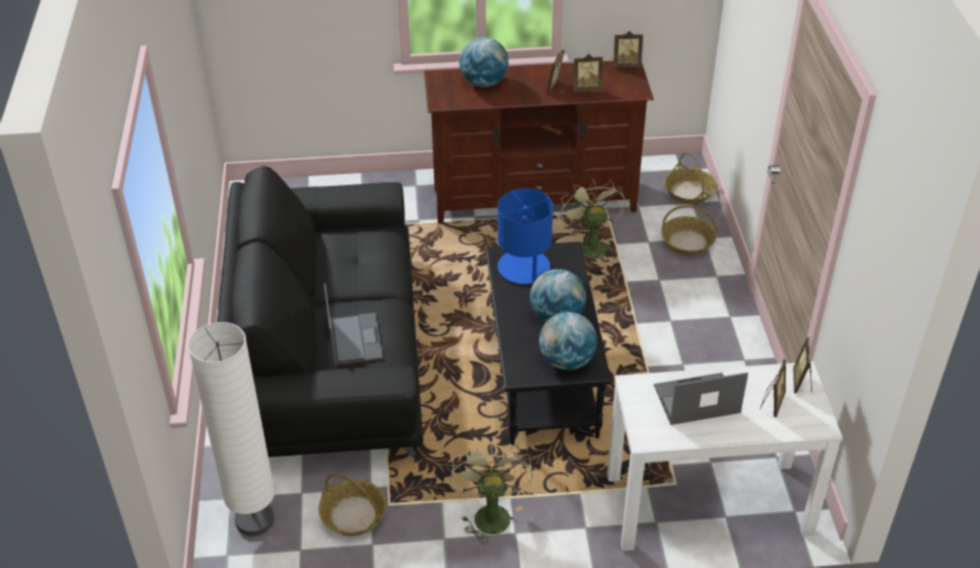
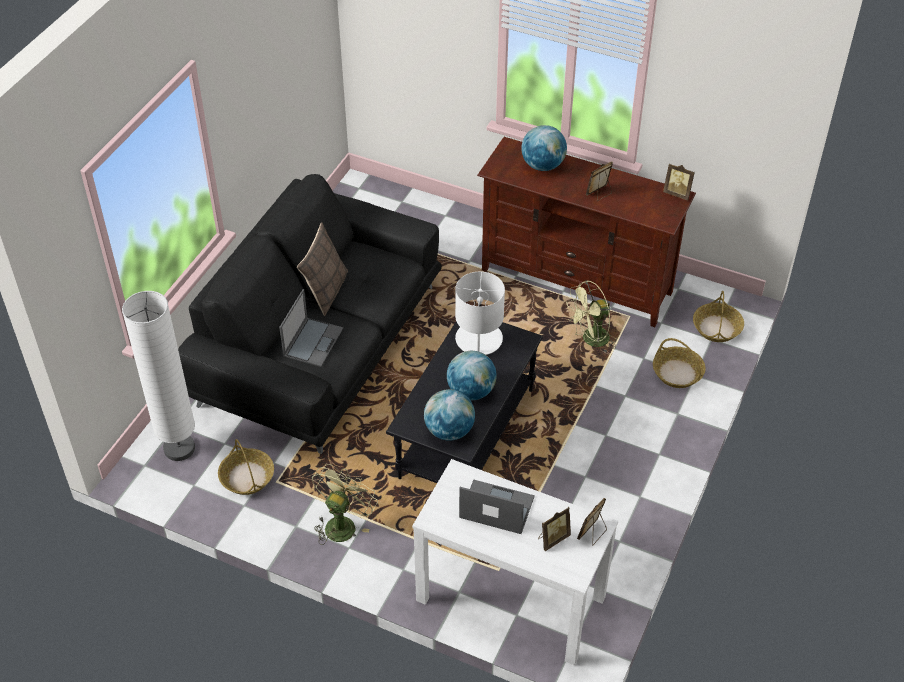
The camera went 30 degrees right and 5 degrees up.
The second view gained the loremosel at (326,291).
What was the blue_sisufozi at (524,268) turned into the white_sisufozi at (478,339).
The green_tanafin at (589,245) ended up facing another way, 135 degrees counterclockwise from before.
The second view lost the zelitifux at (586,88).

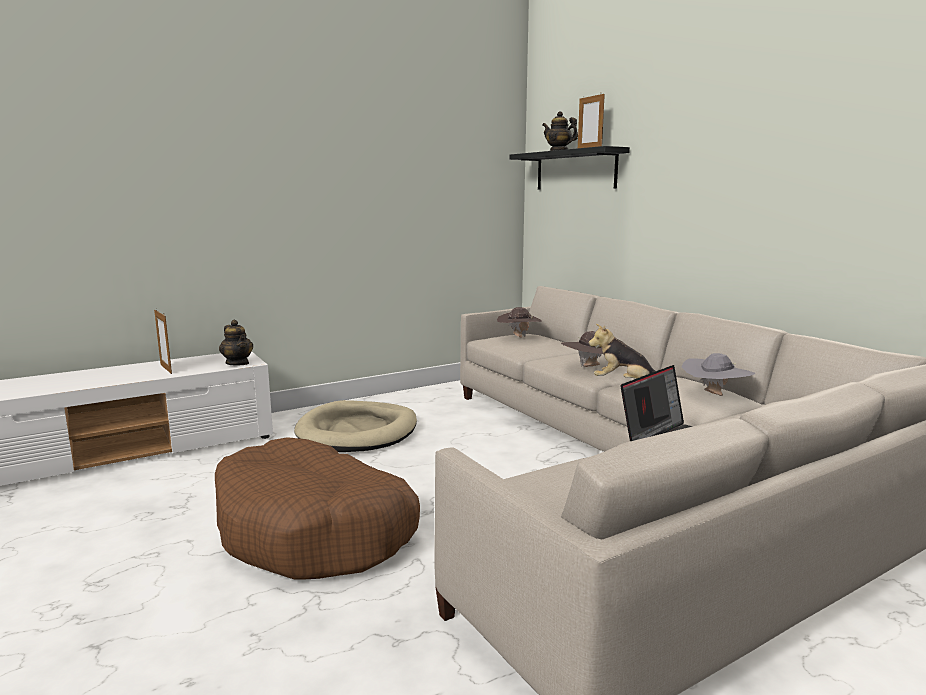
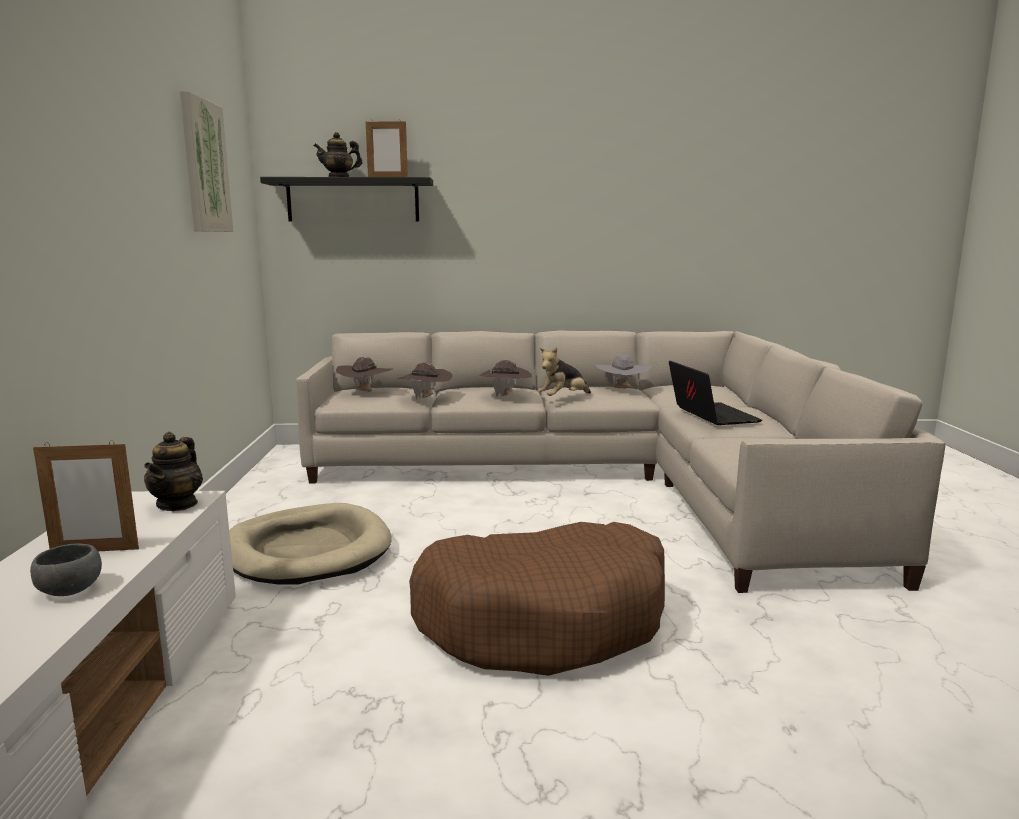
The camera went 60 degrees left and 0 degrees up.
The second view gained the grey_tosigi at (69,590).
The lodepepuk at (237,363) ended up facing another way, 105 degrees clockwise from before.
The second view gained the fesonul at (204,167).
The second view gained the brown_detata at (425,399).

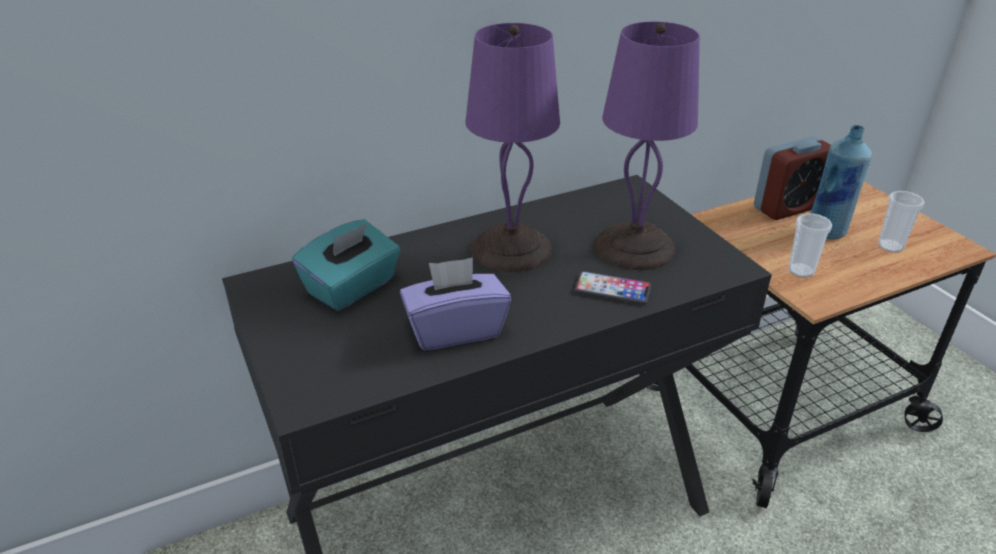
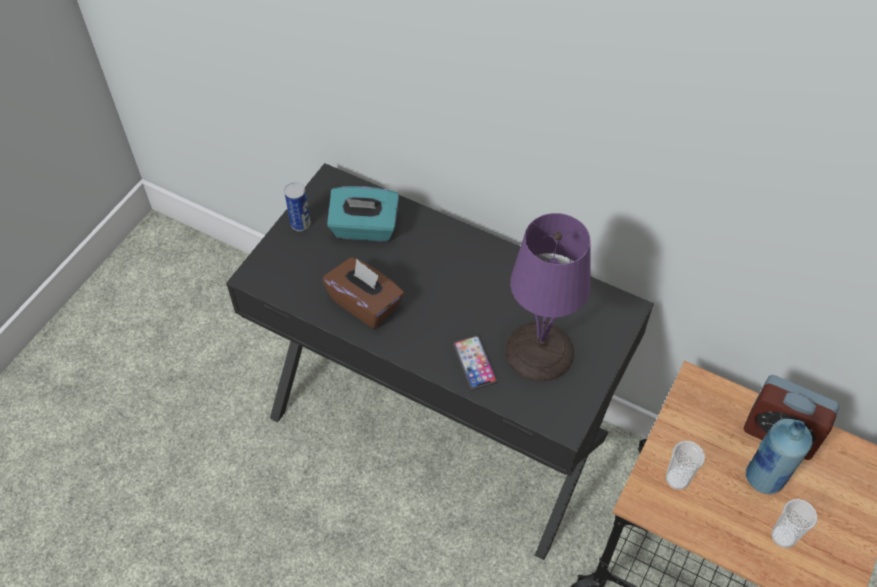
The camera went 55 degrees right and 20 degrees up.
The second view gained the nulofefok at (300,224).
What was the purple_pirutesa at (455,329) turned into the brown_pirutesa at (365,303).
The second view lost the purple_sisufozi at (513,248).

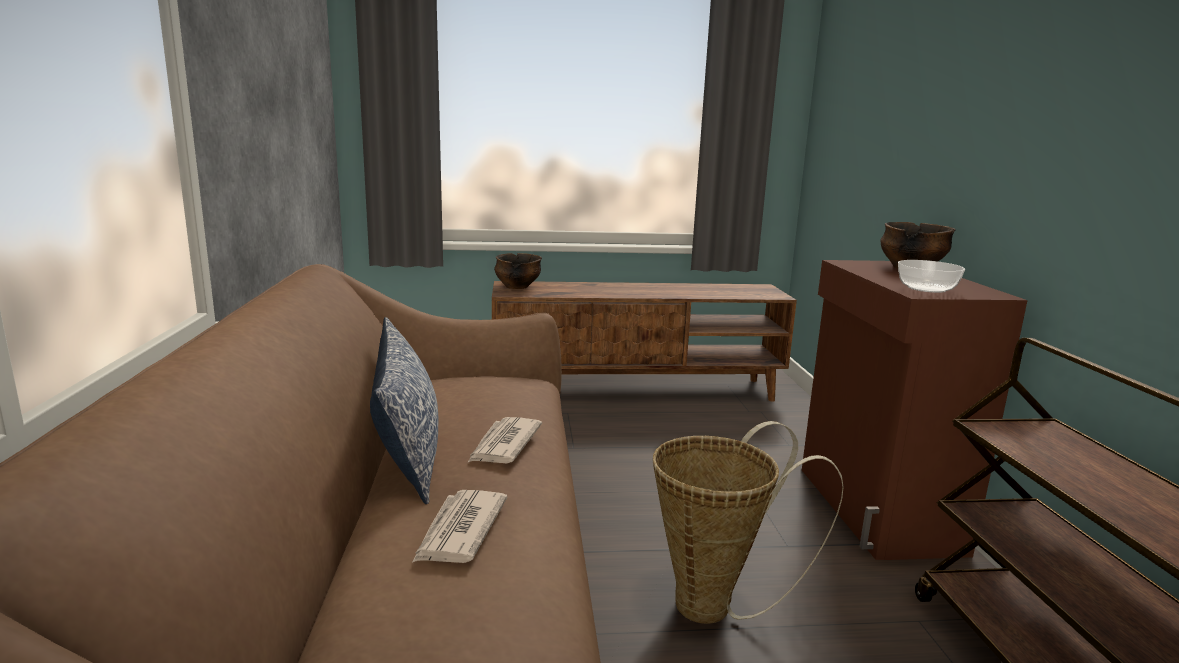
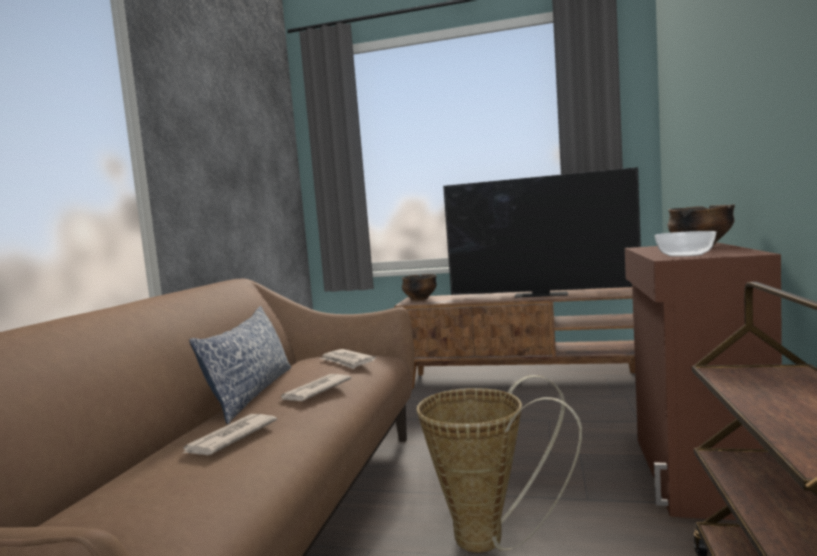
The camera went 20 degrees right and 10 degrees down.
The second view gained the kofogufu at (347,361).
The second view gained the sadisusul at (542,294).

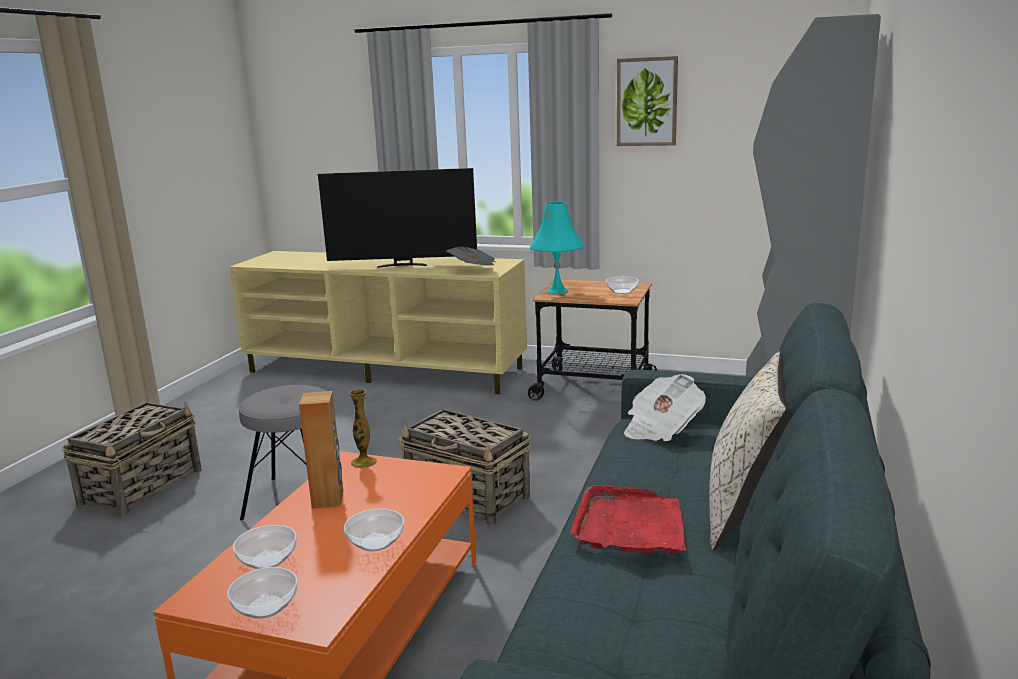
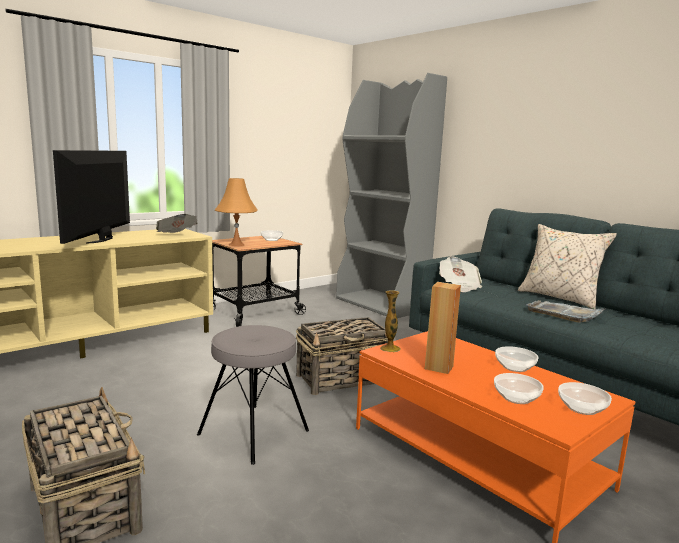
The camera went 60 degrees left and 5 degrees down.
The sadisusul at (403,265) ended up facing another way, 150 degrees clockwise from before.
What was the turquoise_sisufozi at (557,291) turned into the orange_sisufozi at (236,244).
What was the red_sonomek at (630,526) turned into the grey_sonomek at (564,313).
The second view lost the fesonul at (647,102).

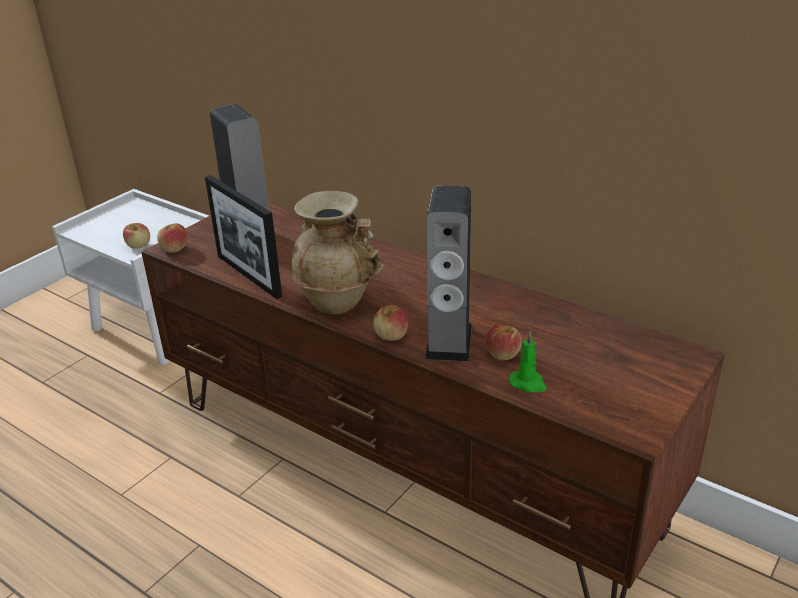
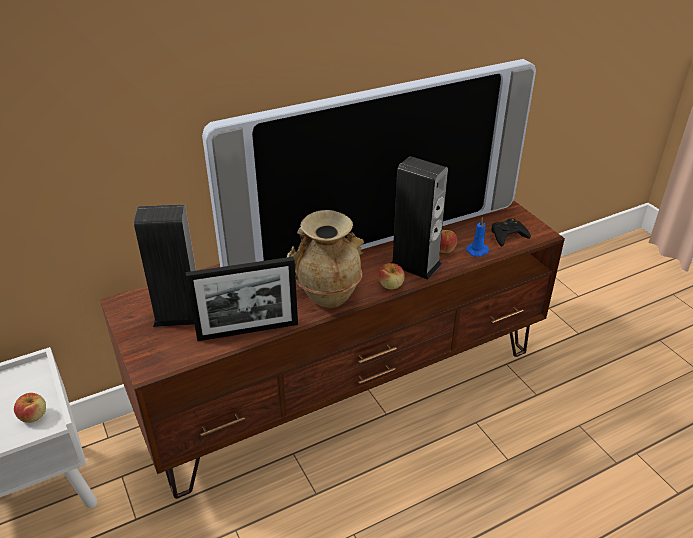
The camera went 65 degrees left and 5 degrees up.
The second view gained the sadisusul at (373,235).
What was the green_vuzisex at (528,383) turned into the blue_vuzisex at (478,251).
The second view gained the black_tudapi at (508,235).
The second view lost the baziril at (174,249).

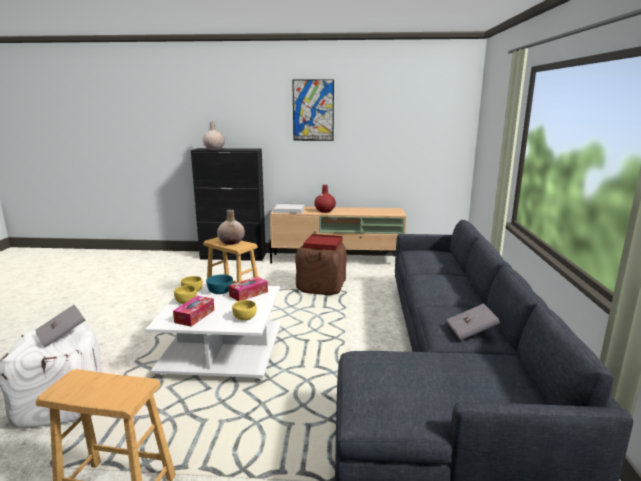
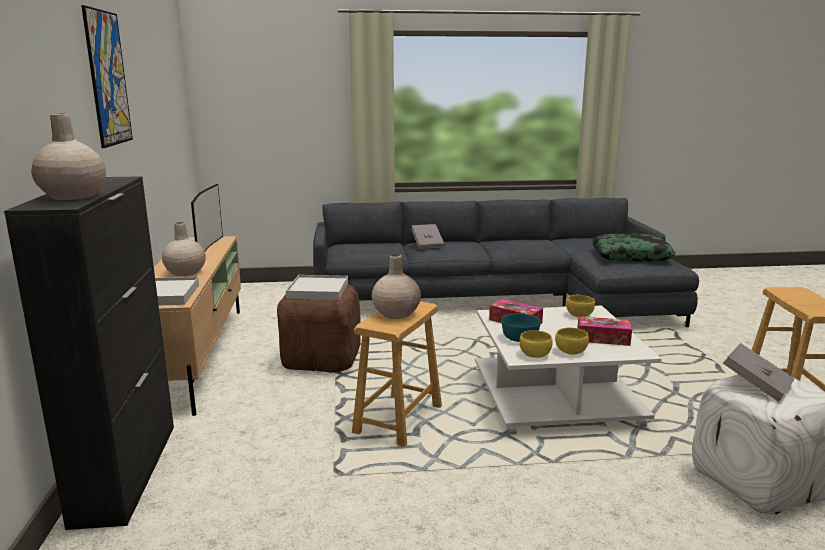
The camera went 100 degrees left and 0 degrees up.
What was the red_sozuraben at (324,211) turned into the beige_sozuraben at (185,272).
The second view gained the sadisusul at (206,249).
What was the red_sonomek at (323,244) turned into the white_sonomek at (318,290).
The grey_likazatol ended up elsewhere, having gone from (471,332) to (427,245).
The second view gained the loremosel at (631,256).

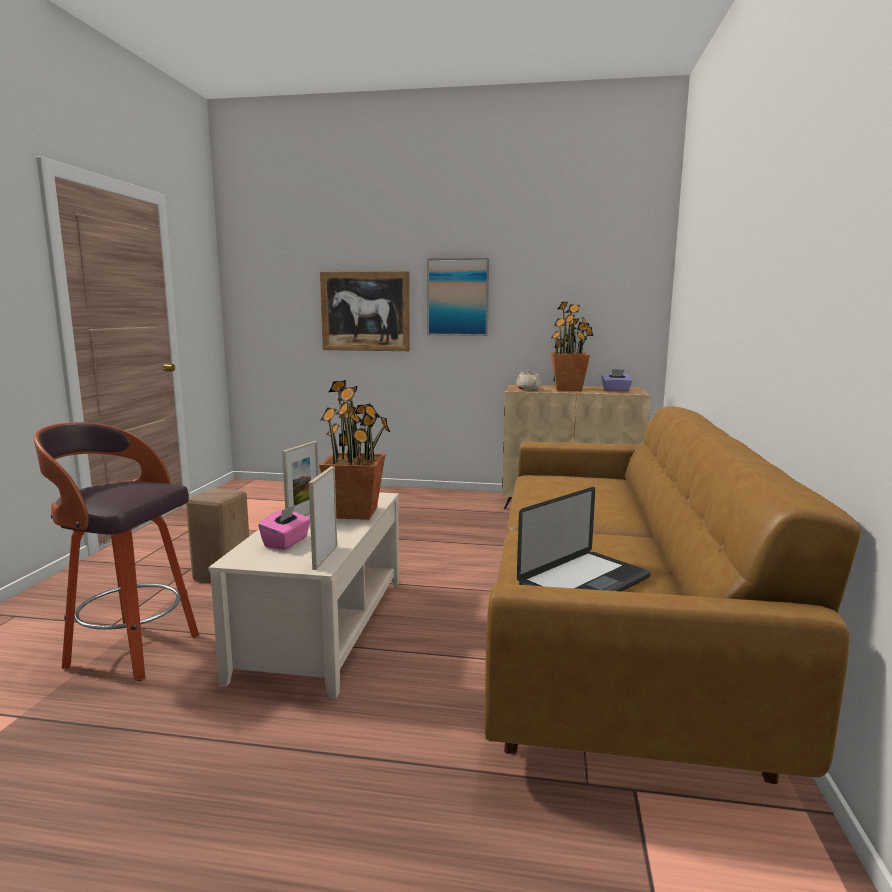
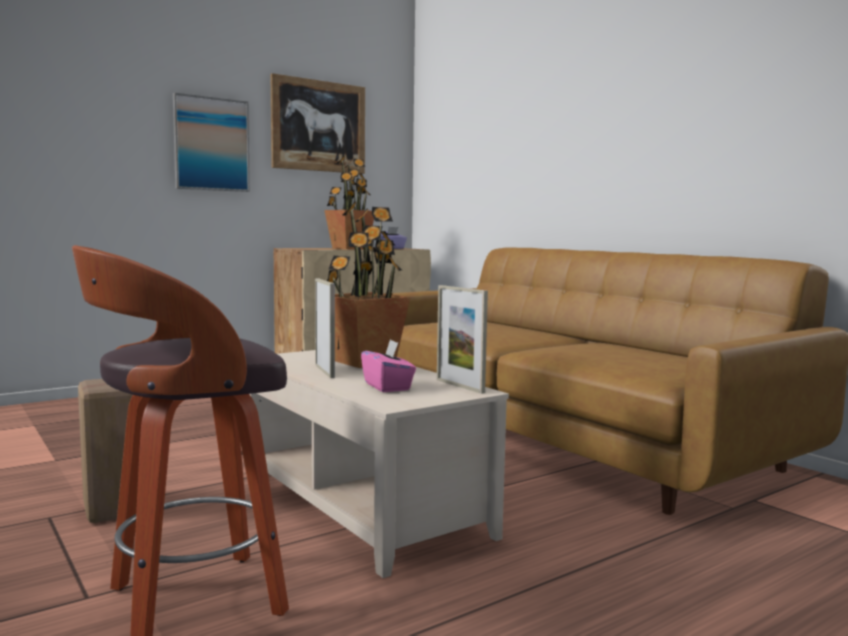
The camera went 45 degrees left and 5 degrees down.
The fesonul ended up elsewhere, having gone from (365,311) to (319,126).
The second view lost the beige_lodepepuk at (528,389).
The second view lost the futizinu at (584,582).

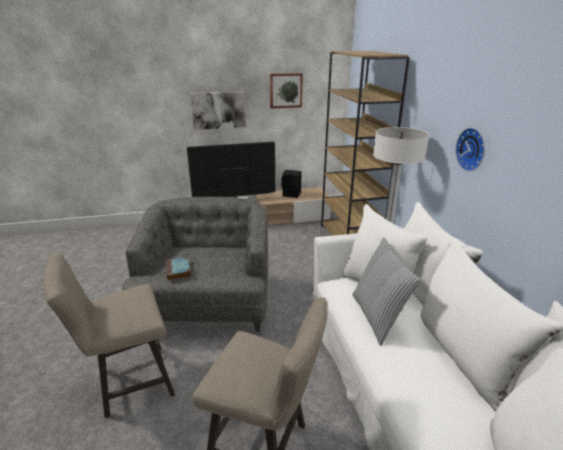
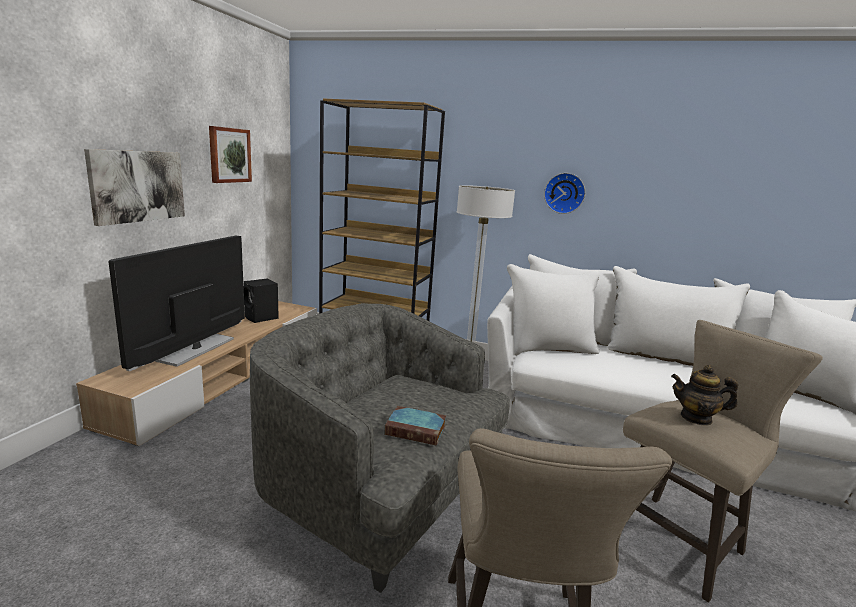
The camera went 60 degrees left and 10 degrees down.
The second view gained the lodepepuk at (696,418).
The second view lost the loremosel at (378,317).

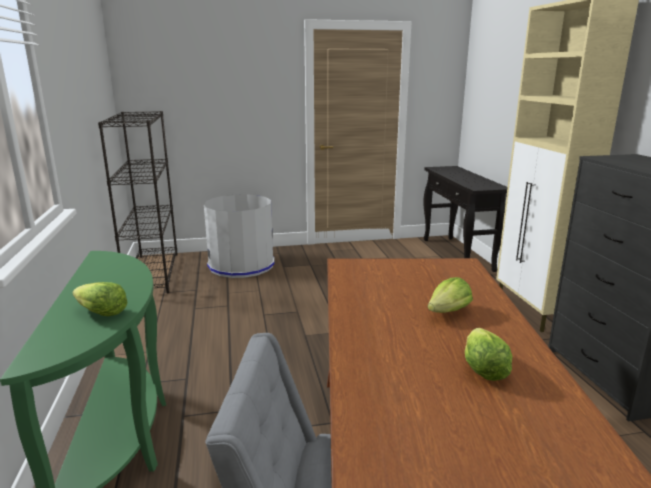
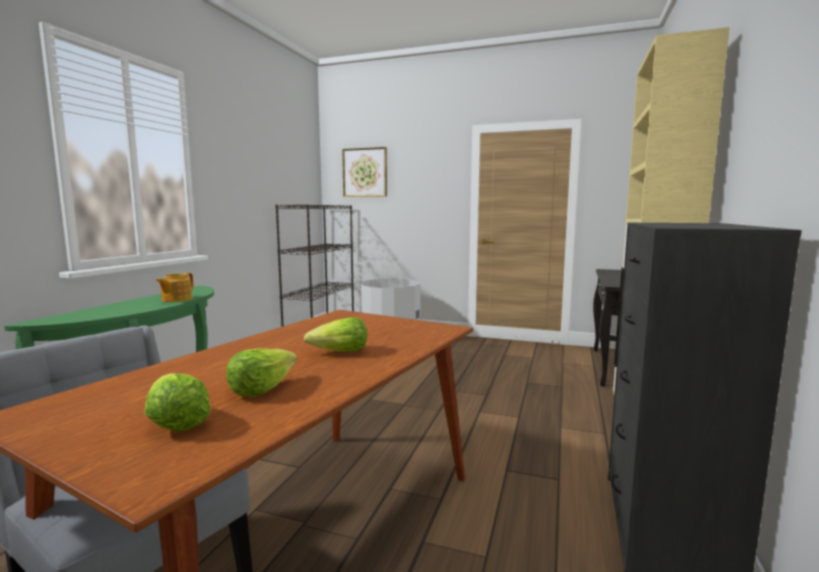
The camera went 30 degrees right and 10 degrees down.
The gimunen ended up elsewhere, having gone from (101,313) to (176,422).
The second view gained the lodepepuk at (176,299).
The second view gained the fesonul at (365,172).

